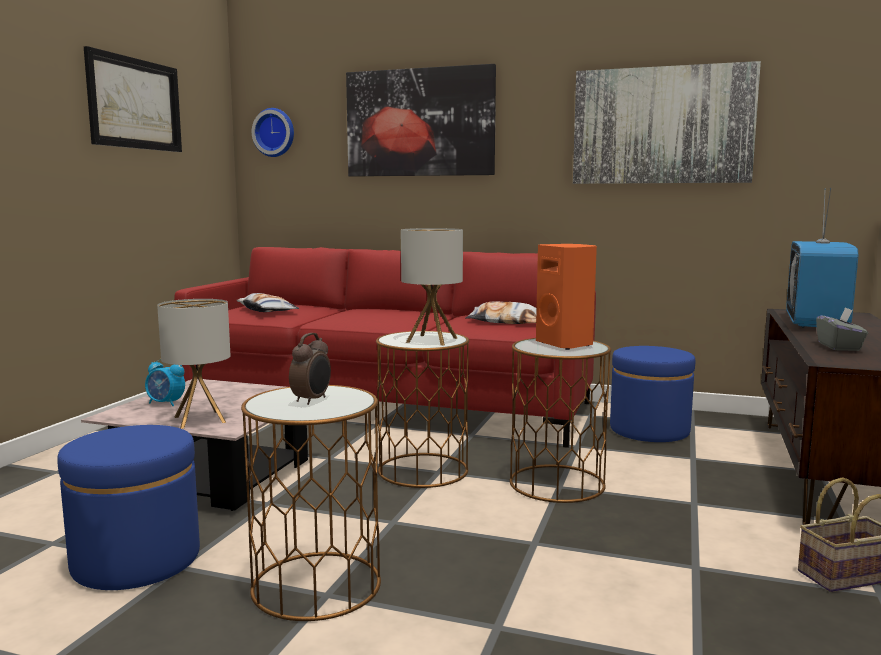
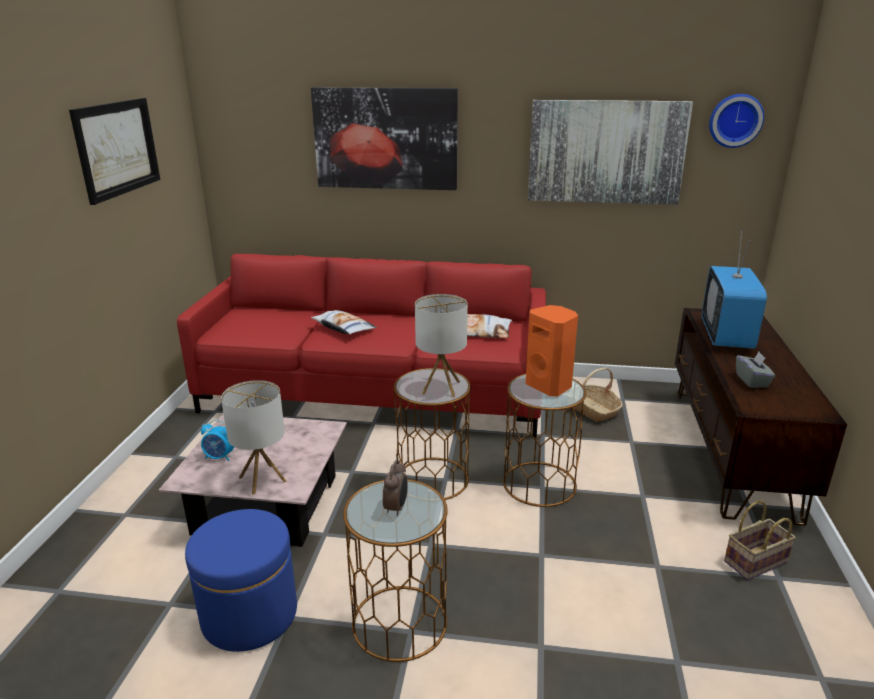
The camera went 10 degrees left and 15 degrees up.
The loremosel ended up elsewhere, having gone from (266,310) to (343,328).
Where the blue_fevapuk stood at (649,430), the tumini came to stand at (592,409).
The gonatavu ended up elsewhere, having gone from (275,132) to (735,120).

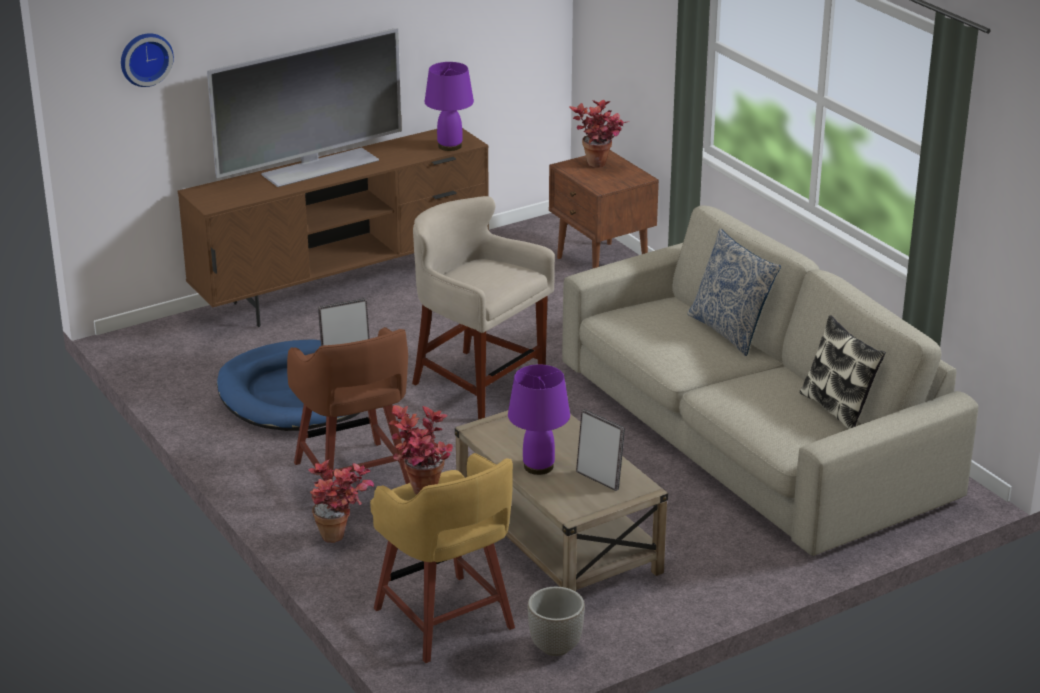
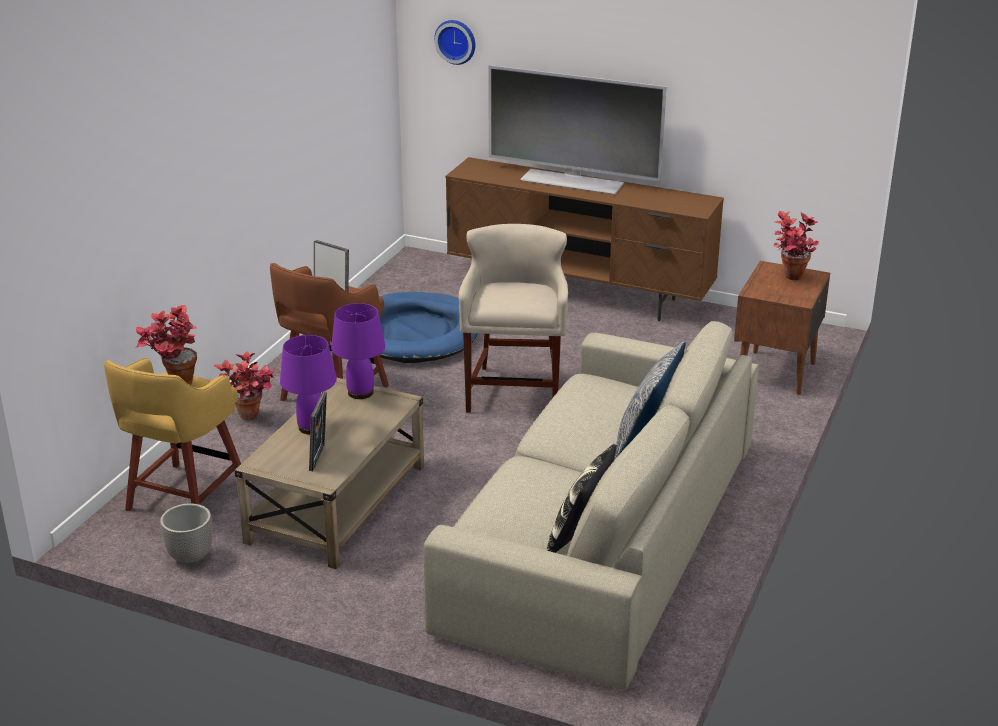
The camera went 55 degrees right and 0 degrees up.
The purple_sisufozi ended up elsewhere, having gone from (449,146) to (360,392).

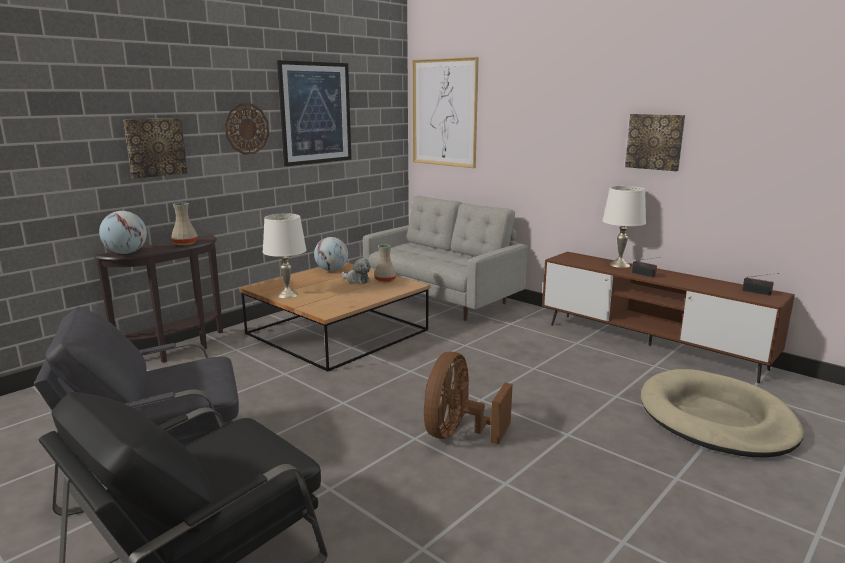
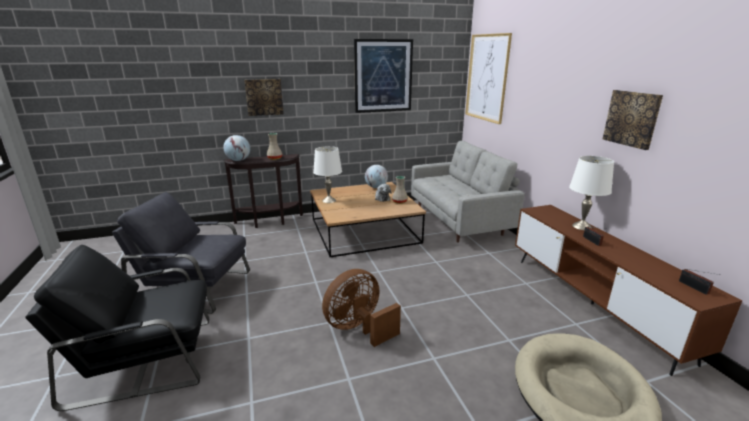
The camera went 30 degrees right and 5 degrees up.
The second view lost the gonatavu at (246,129).

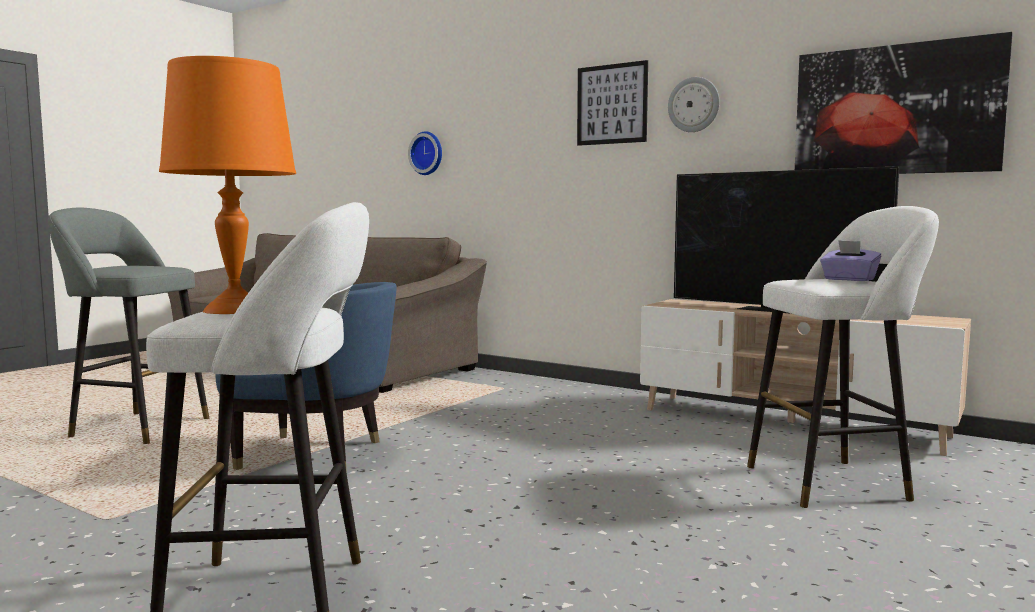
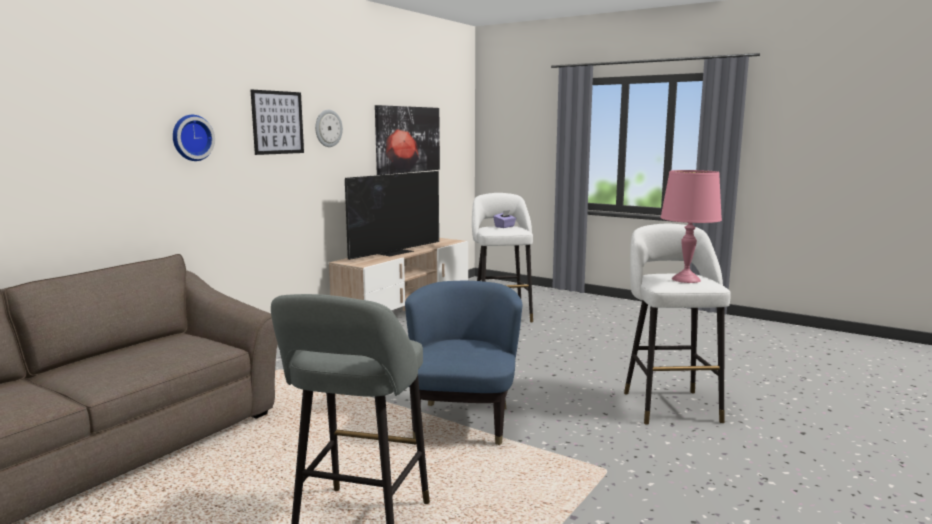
The camera went 90 degrees left and 5 degrees up.
The gonatavu ended up elsewhere, having gone from (427,153) to (191,138).
What was the orange_sisufozi at (234,310) turned into the pink_sisufozi at (686,279).

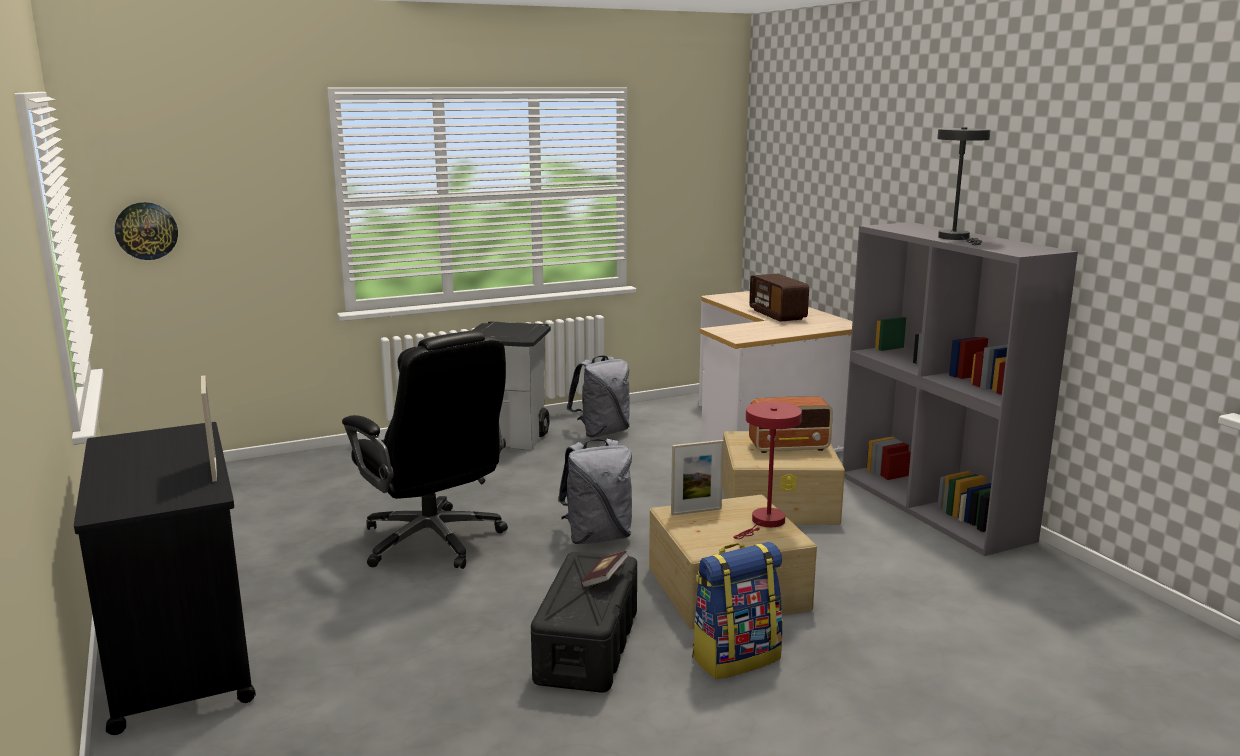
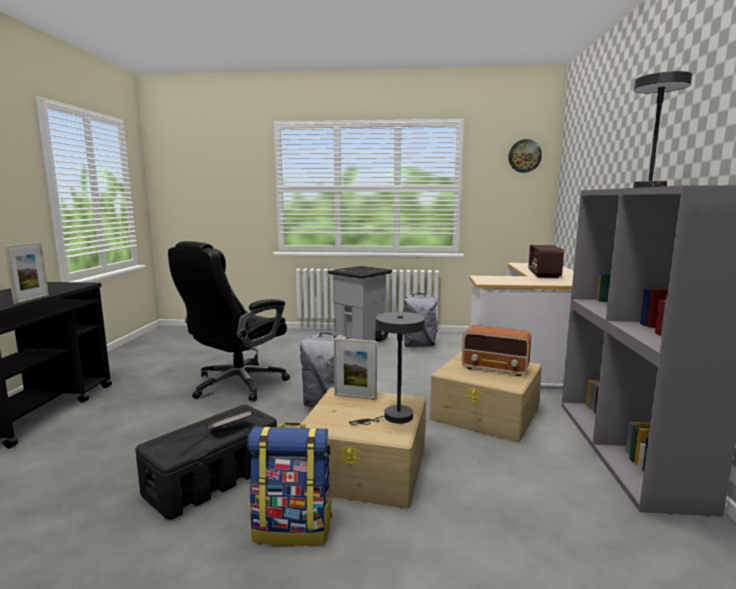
The camera went 30 degrees right and 5 degrees down.
The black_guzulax at (433,541) ended up facing another way, 45 degrees clockwise from before.
What was the red_sisufozi at (765,522) turned into the grey_sisufozi at (393,418).
The gonatavu ended up elsewhere, having gone from (146,231) to (524,156).

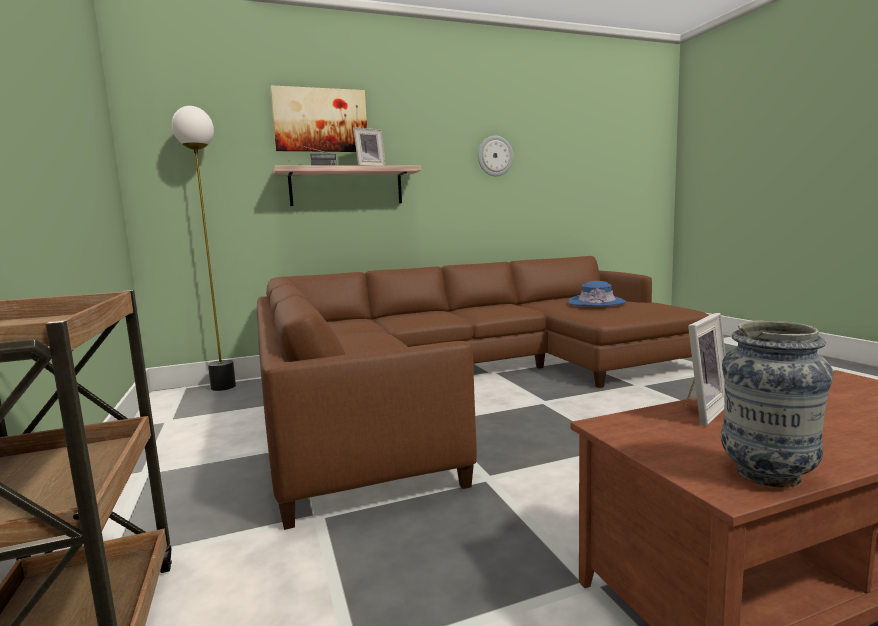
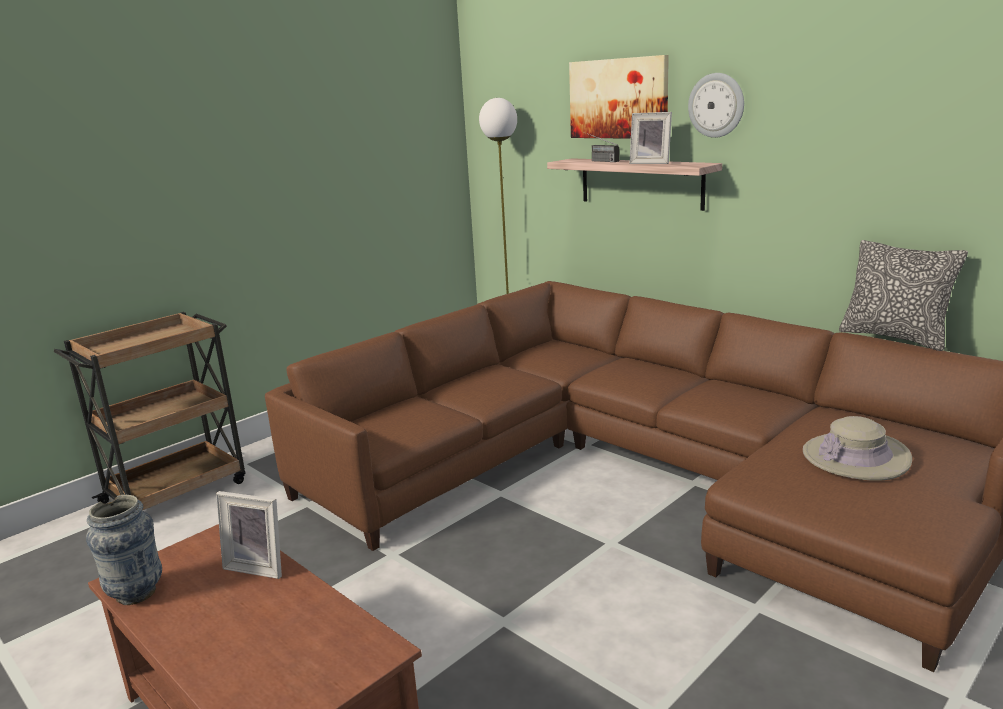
The camera went 65 degrees right and 10 degrees up.
The gonatavu ended up elsewhere, having gone from (495,156) to (716,105).
What was the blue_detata at (596,302) turned into the beige_detata at (855,457).
The second view gained the loremosel at (894,337).

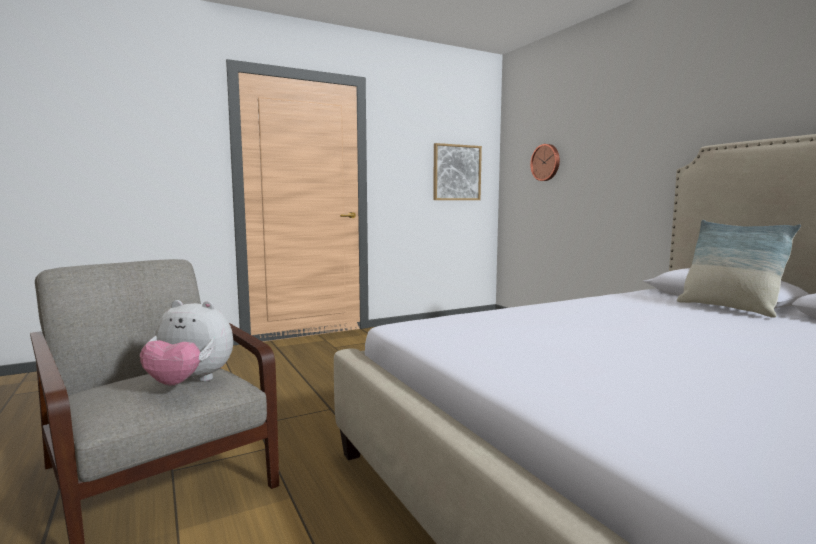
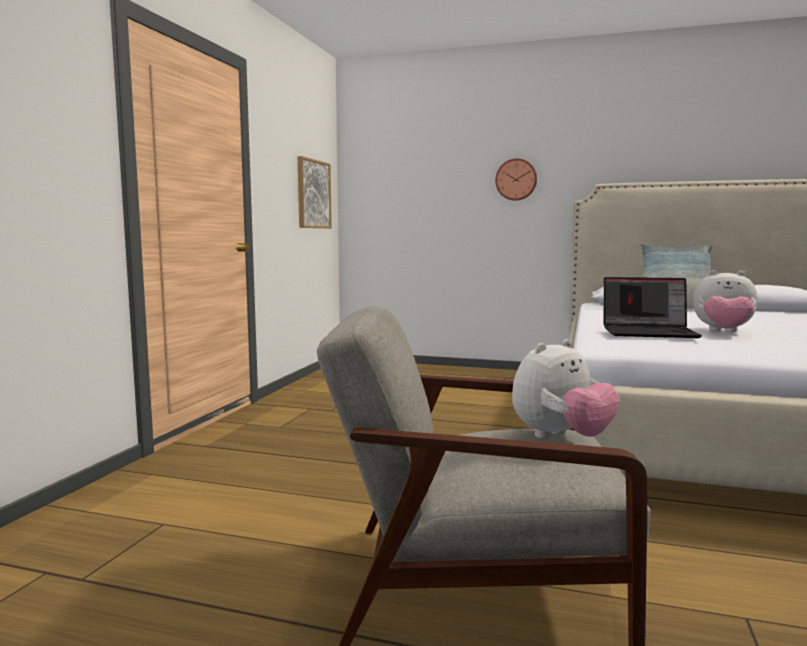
The camera went 45 degrees left and 0 degrees up.
The gonatavu ended up elsewhere, having gone from (546,162) to (516,179).
The second view gained the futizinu at (650,332).
The second view gained the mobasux at (723,332).

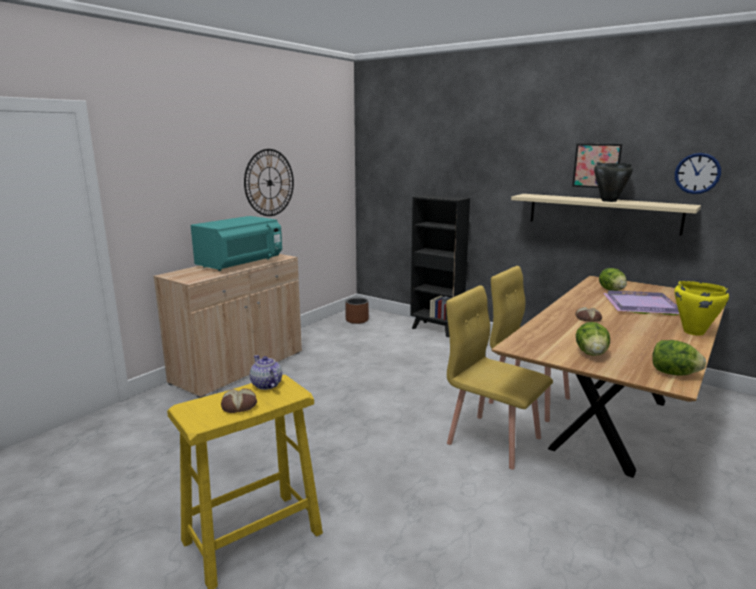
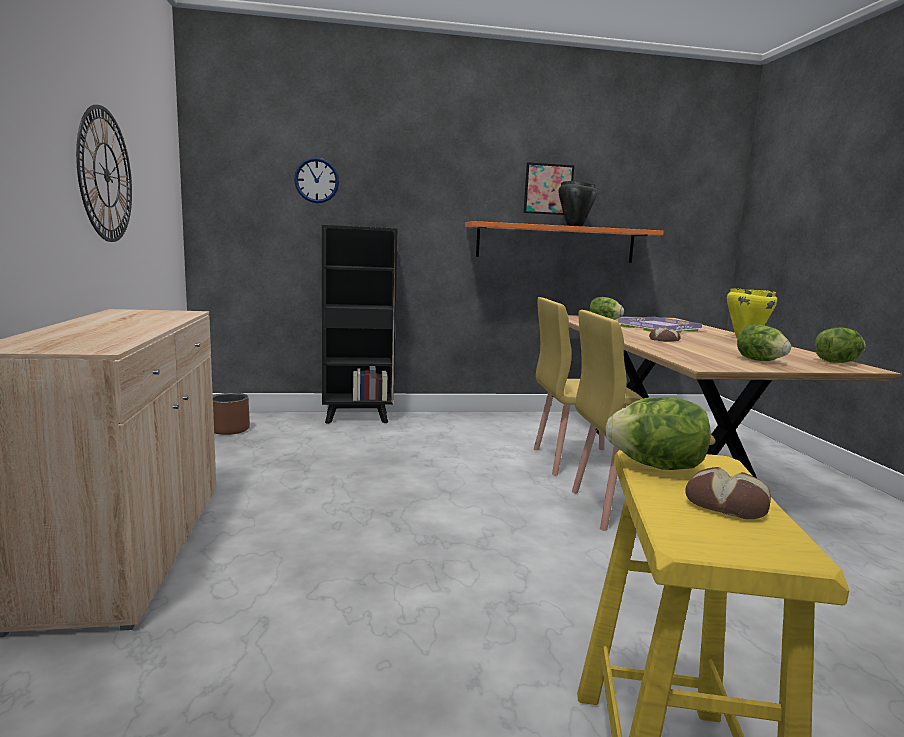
The camera went 45 degrees left and 5 degrees down.
The gonatavu ended up elsewhere, having gone from (697,173) to (316,180).
What was the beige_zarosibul at (602,213) turned into the orange_zarosibul at (556,243).
Where the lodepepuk stood at (266,385), the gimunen came to stand at (656,466).
The second view lost the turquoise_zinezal at (240,264).

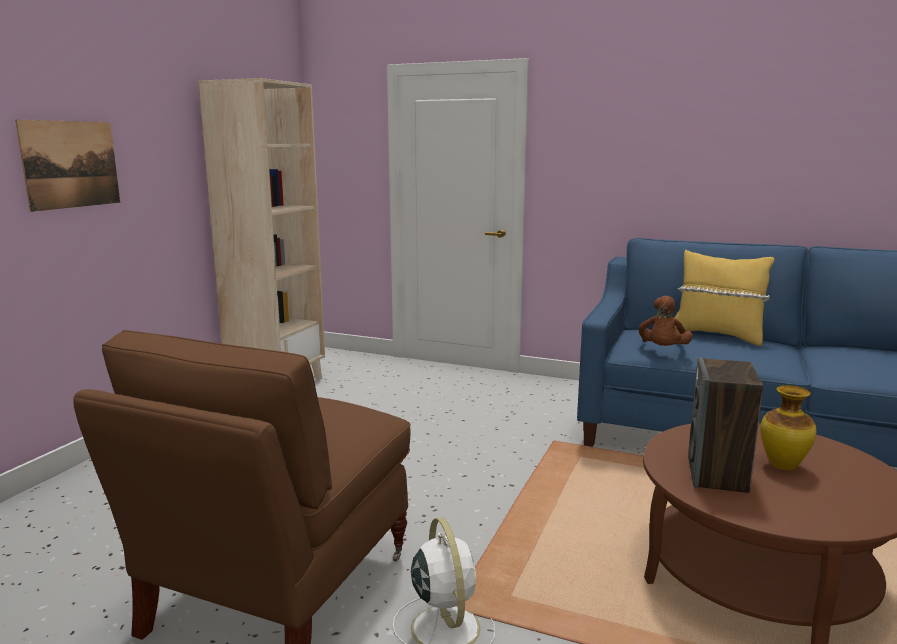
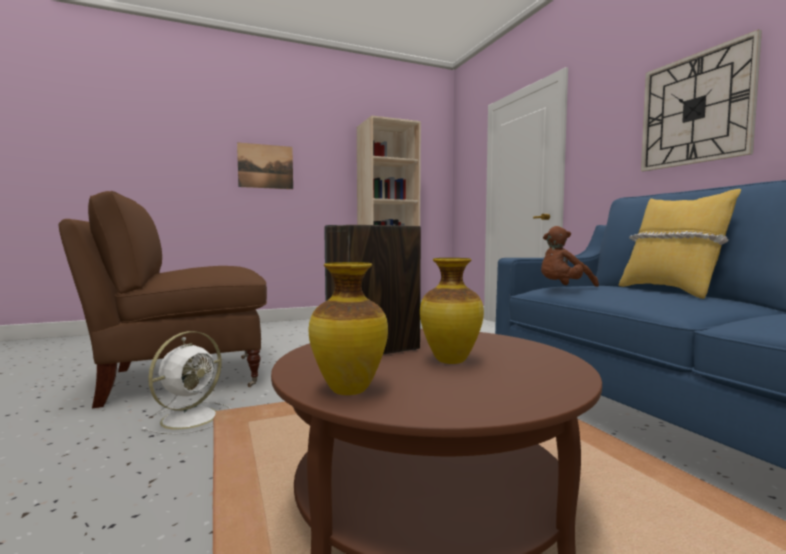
The camera went 45 degrees right and 10 degrees down.
The second view gained the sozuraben at (348,390).
The second view gained the gonatavu at (695,109).

